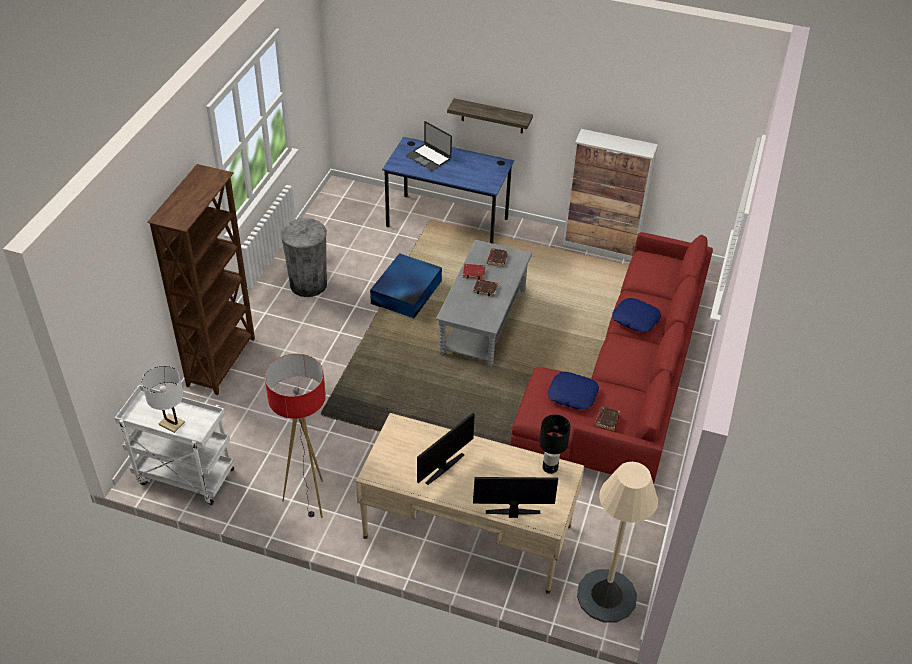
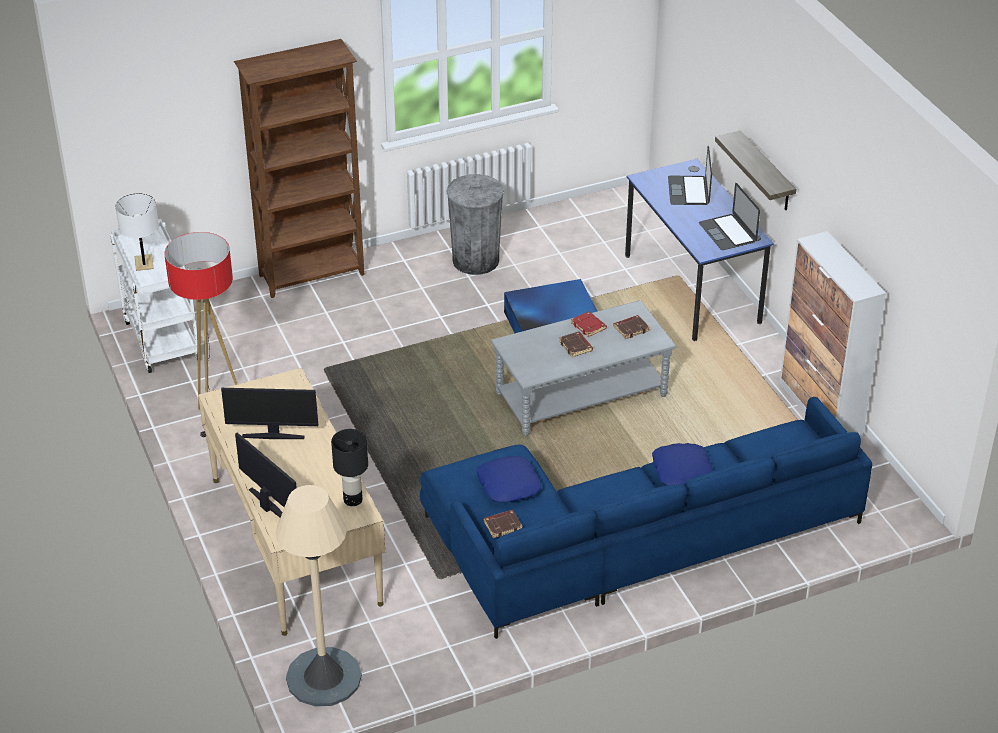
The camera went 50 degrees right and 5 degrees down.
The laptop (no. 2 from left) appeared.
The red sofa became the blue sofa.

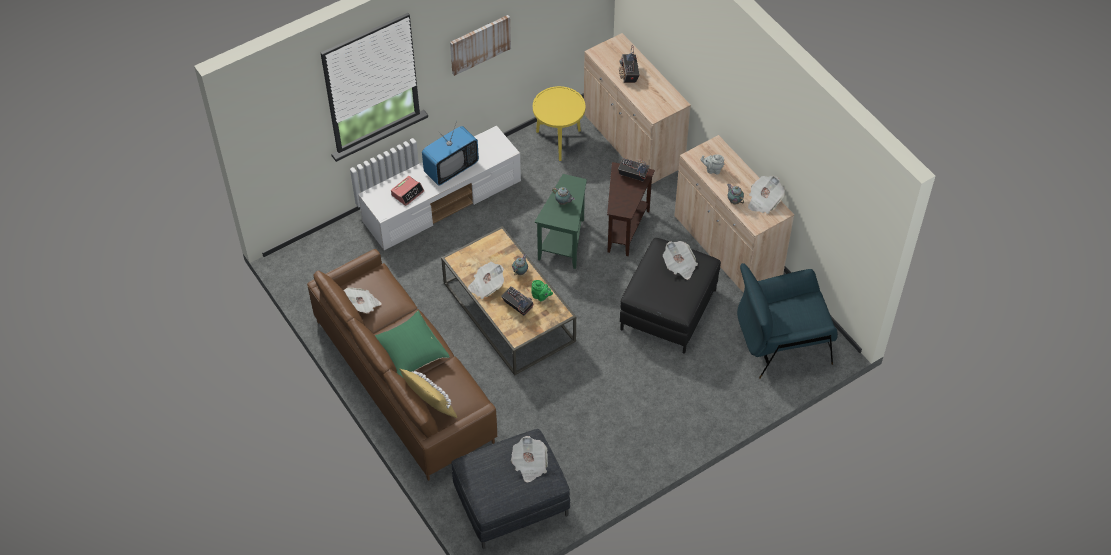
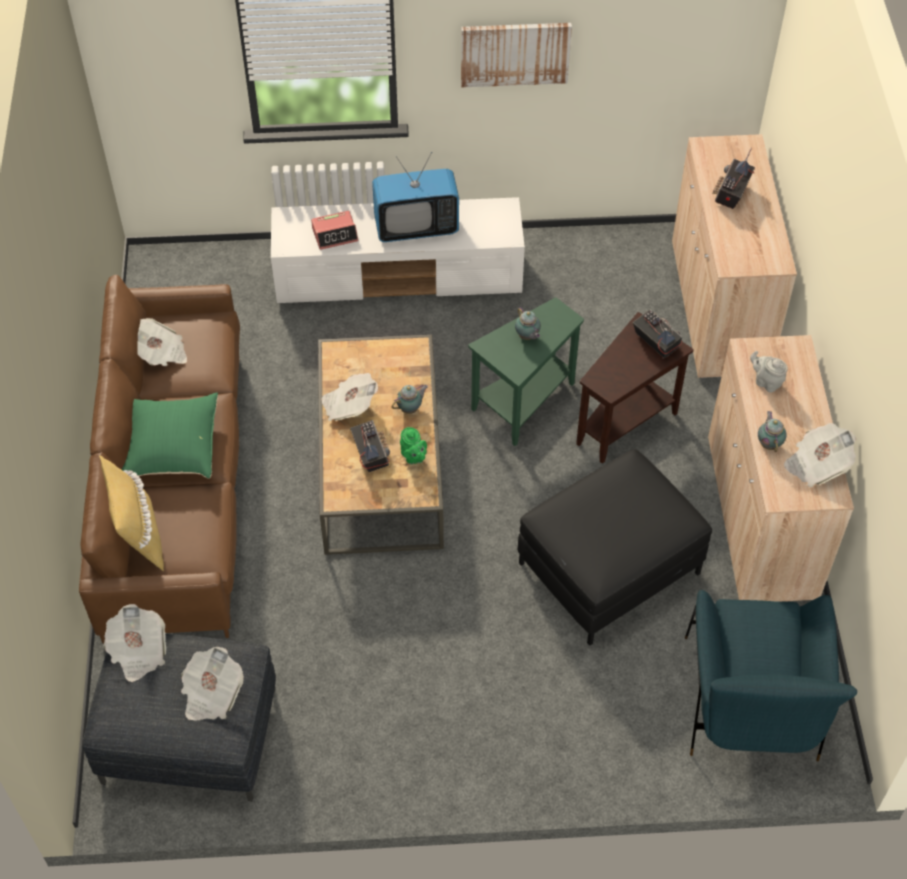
The camera went 30 degrees right and 0 degrees up.
The yellow side table disappeared.
The newspaper (no. 4 from left in the first image) moved.
The blue armchair turned 105 degrees counterclockwise.

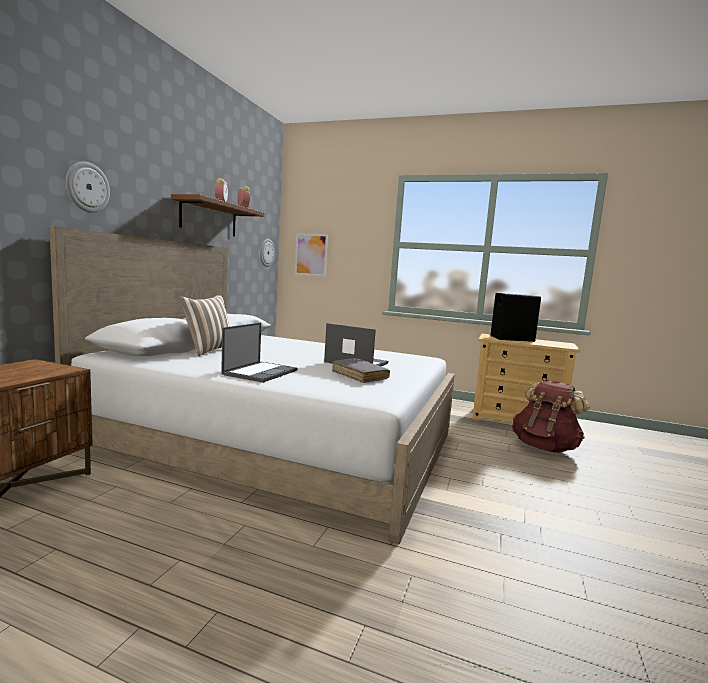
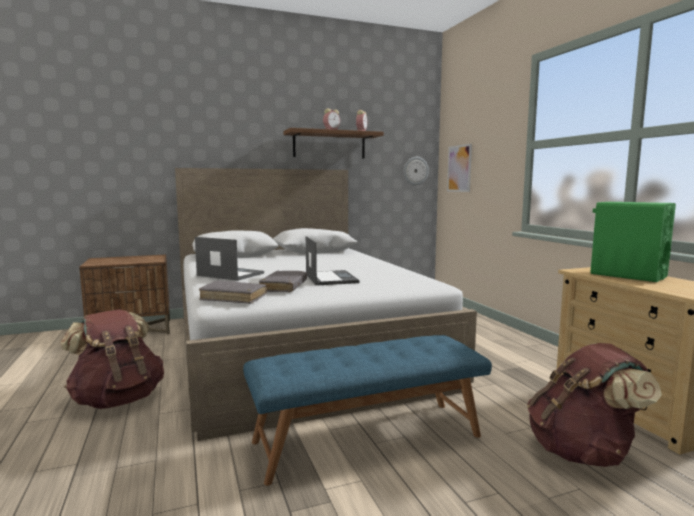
The camera went 50 degrees right and 0 degrees up.
The wall clock (no. 1 from left) disappeared.
The pillow disappeared.
The brown backpack (no. 1 from left) appeared.
The grey book (no. 1 from left) appeared.
The blue bench appeared.
The black speaker became the green speaker.
The laptop (no. 1 from left) turned 135 degrees counterclockwise.

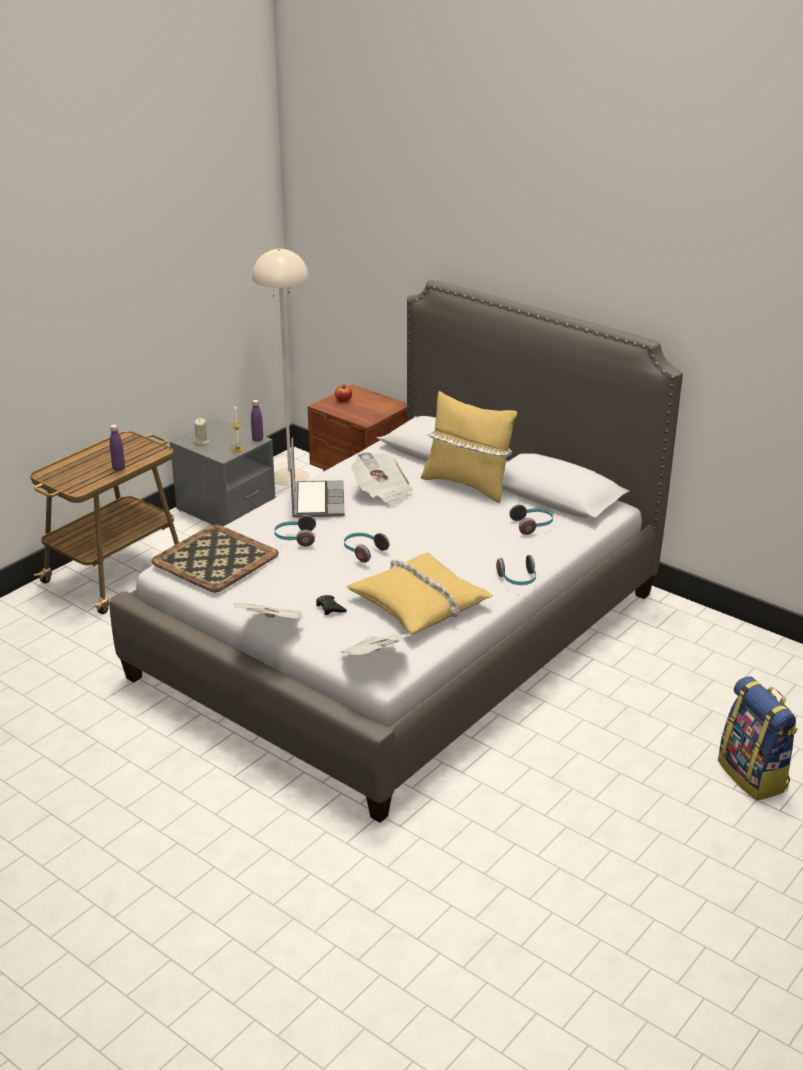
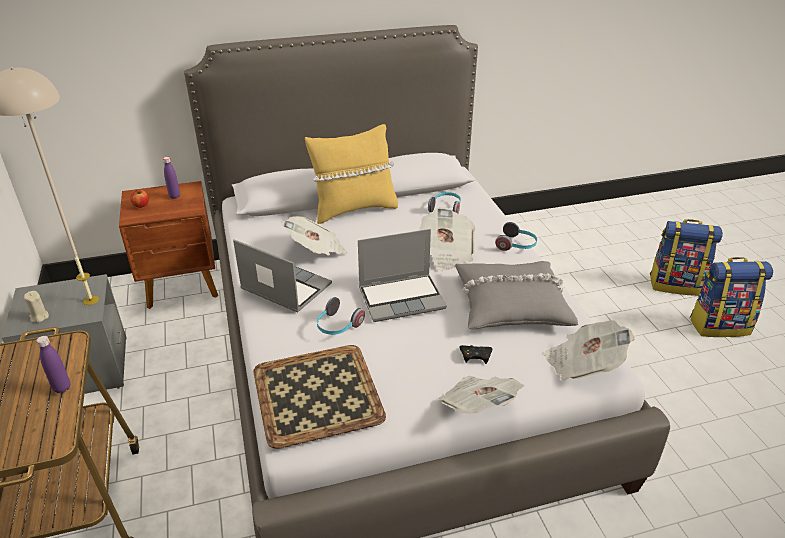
The camera went 55 degrees left and 5 degrees up.
The newspaper (no. 2 from left) appeared.
The backpack (no. 2 from left) appeared.
The purple bottle (no. 2 from left) moved.
The headphones (no. 2 from left) was replaced by the laptop (no. 2 from left).
The yellow pillow (no. 1 from left) became the grey pillow.

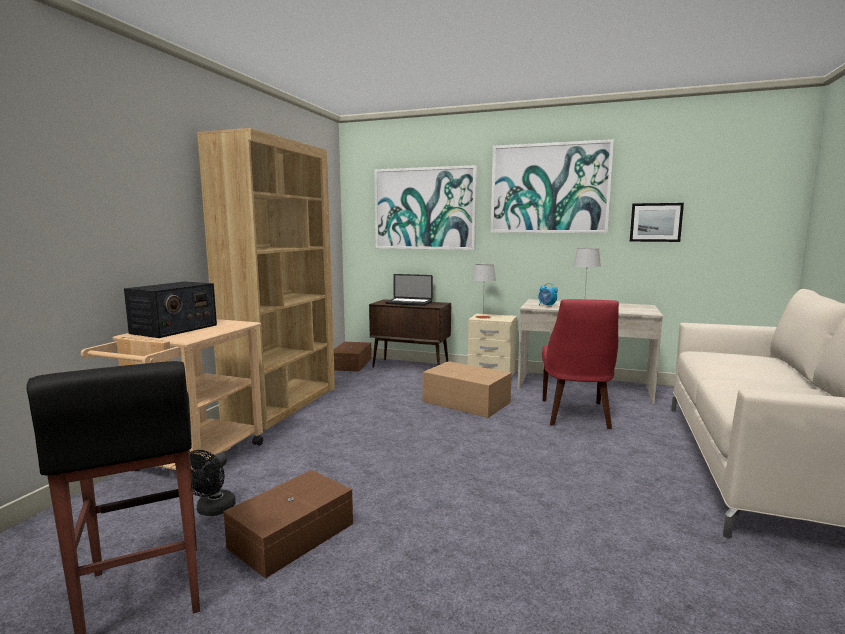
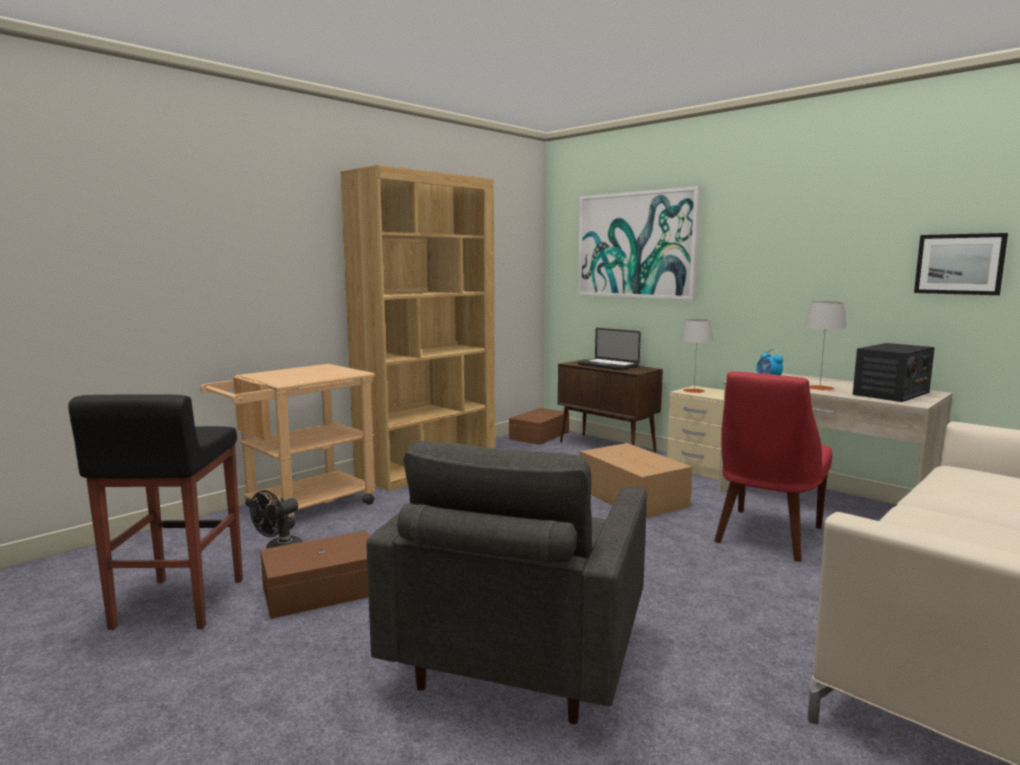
The camera went 25 degrees right and 0 degrees up.
The picture (no. 2 from left) disappeared.
The grey armchair appeared.
The radio moved.

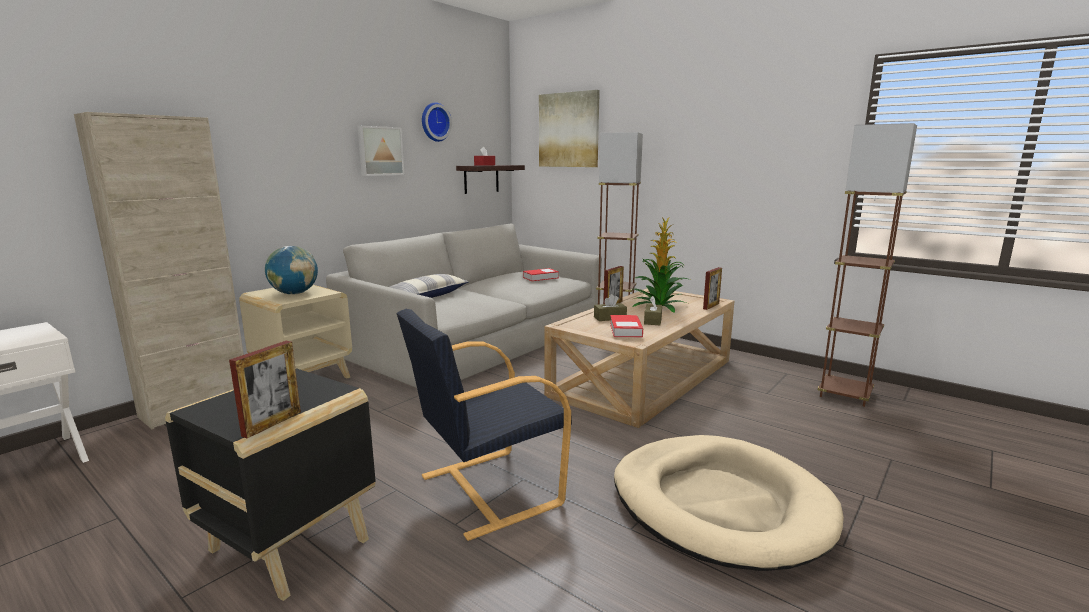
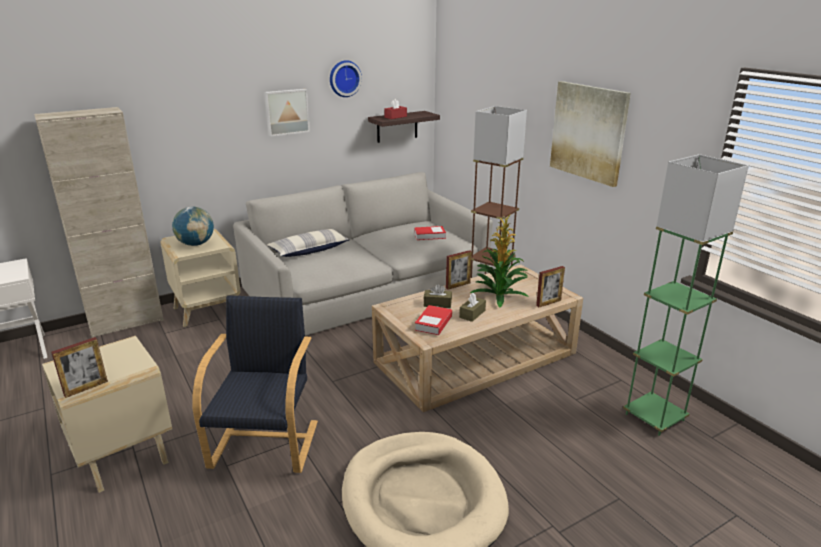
The camera went 20 degrees right and 10 degrees up.
The picture (no. 2 from left) moved.
The black side table became the beige side table (no. 1 from left).
The brown floor lamp (no. 2 from left) became the green floor lamp.
The black armchair turned 105 degrees clockwise.

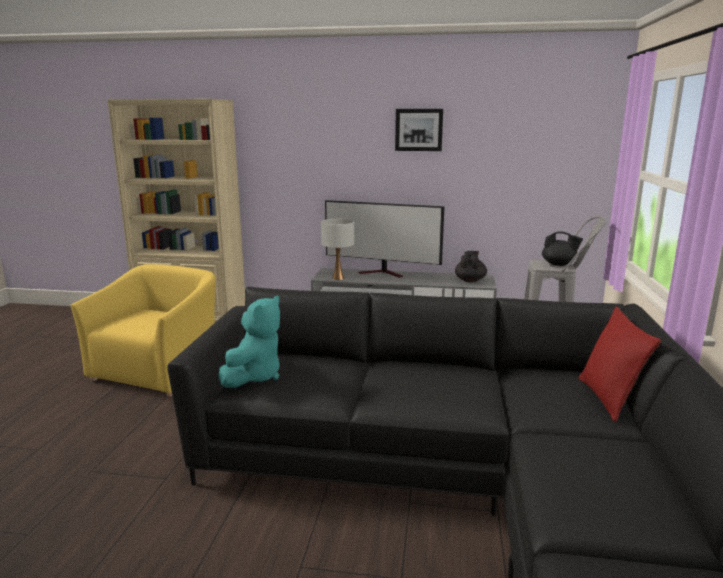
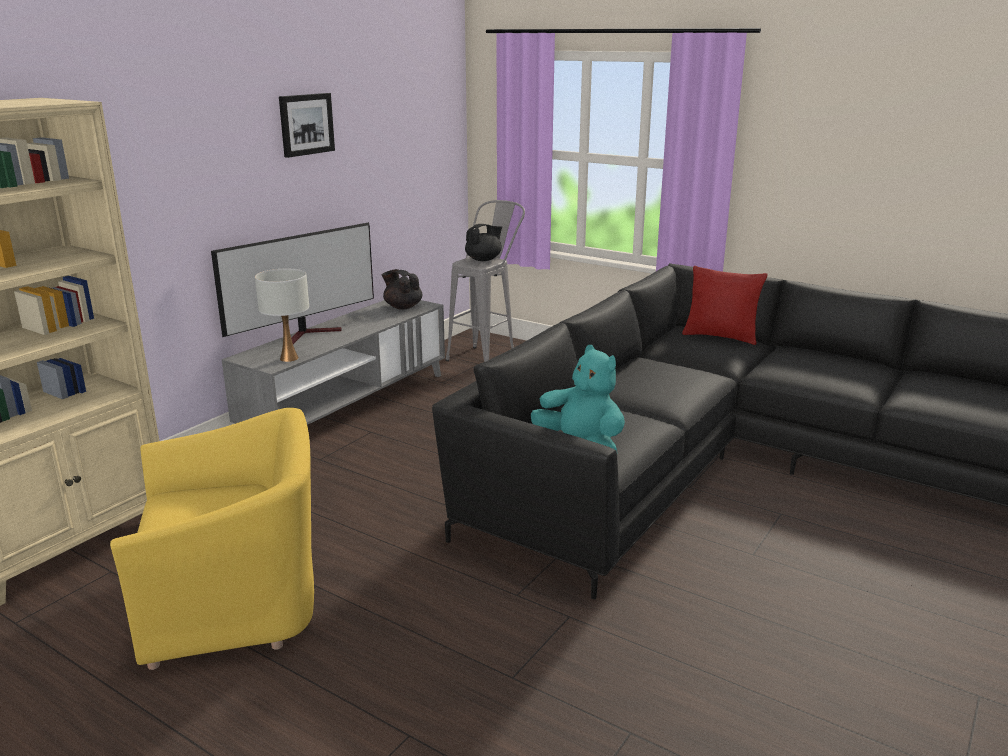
The camera went 65 degrees left and 5 degrees up.
The yellow armchair turned 120 degrees clockwise.

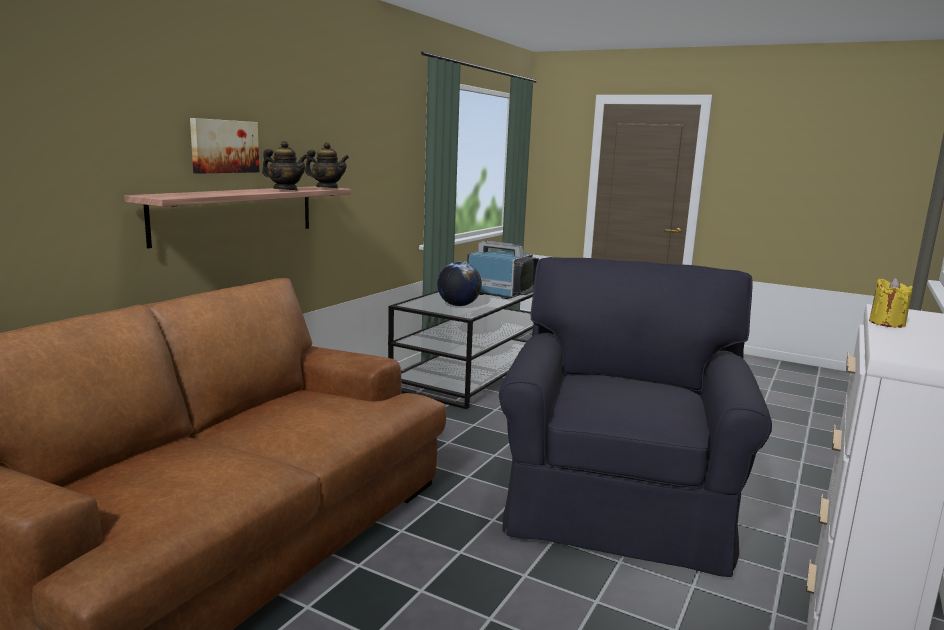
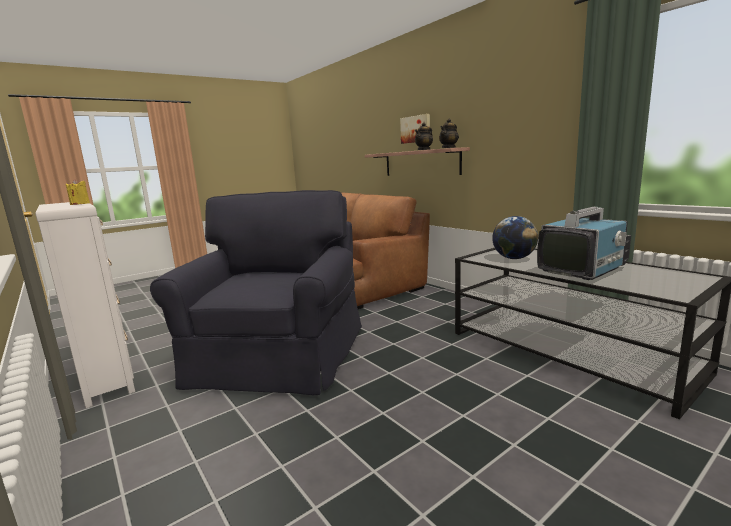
The camera went 115 degrees right and 0 degrees up.
The black armchair turned 120 degrees counterclockwise.

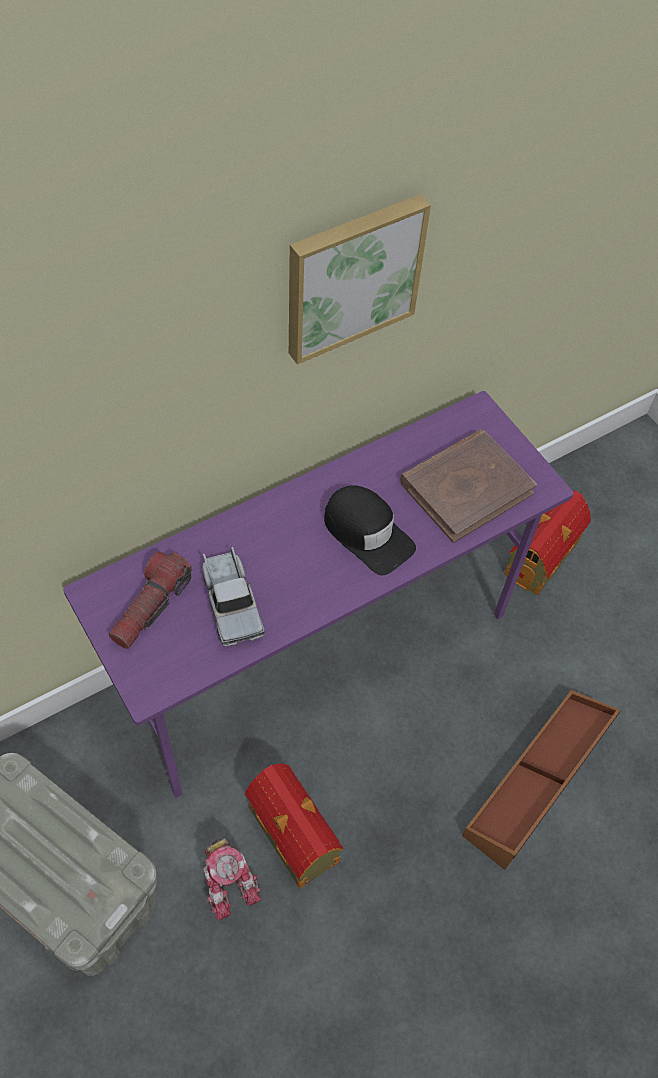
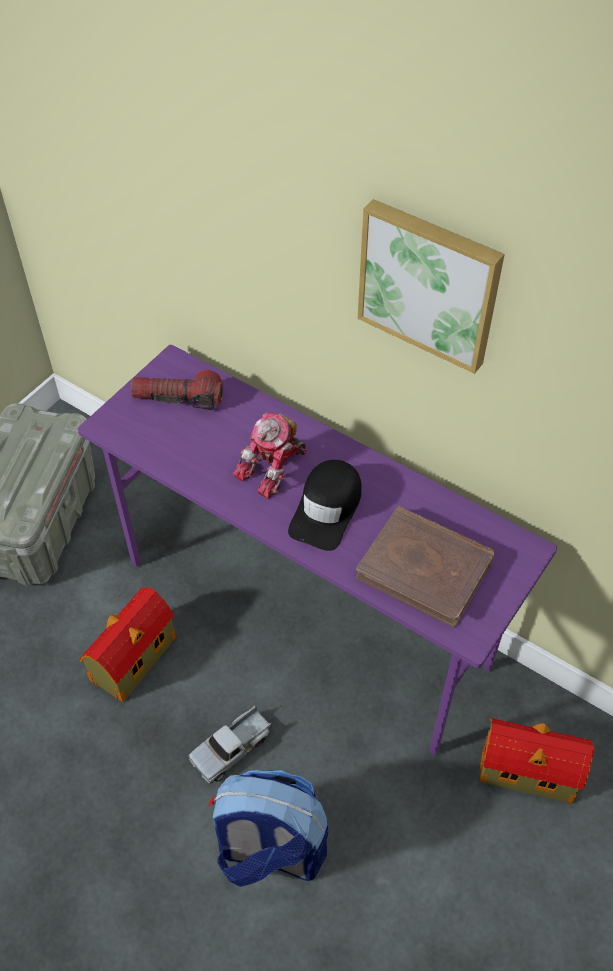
The camera went 70 degrees right and 5 degrees down.
The toy truck moved.
The toy robot moved.
The brown storage box was replaced by the backpack.

